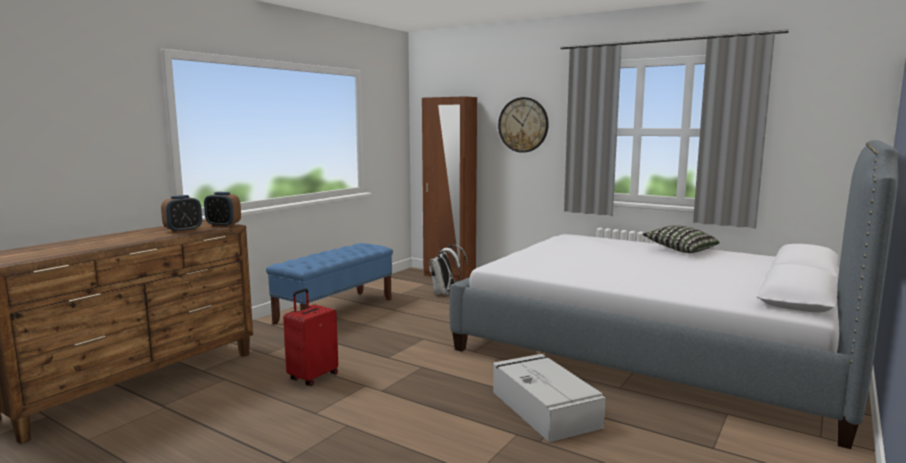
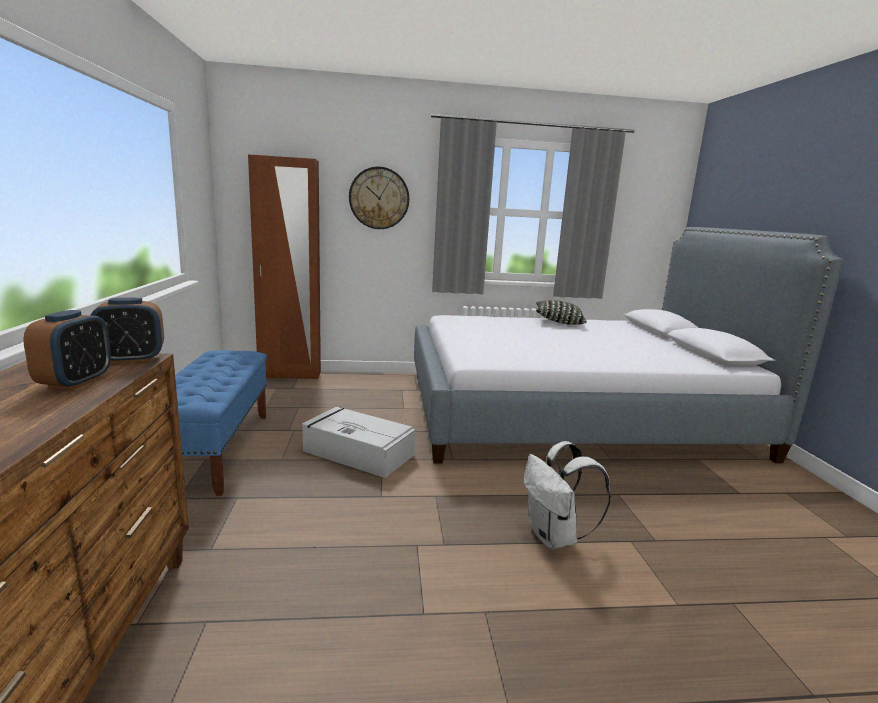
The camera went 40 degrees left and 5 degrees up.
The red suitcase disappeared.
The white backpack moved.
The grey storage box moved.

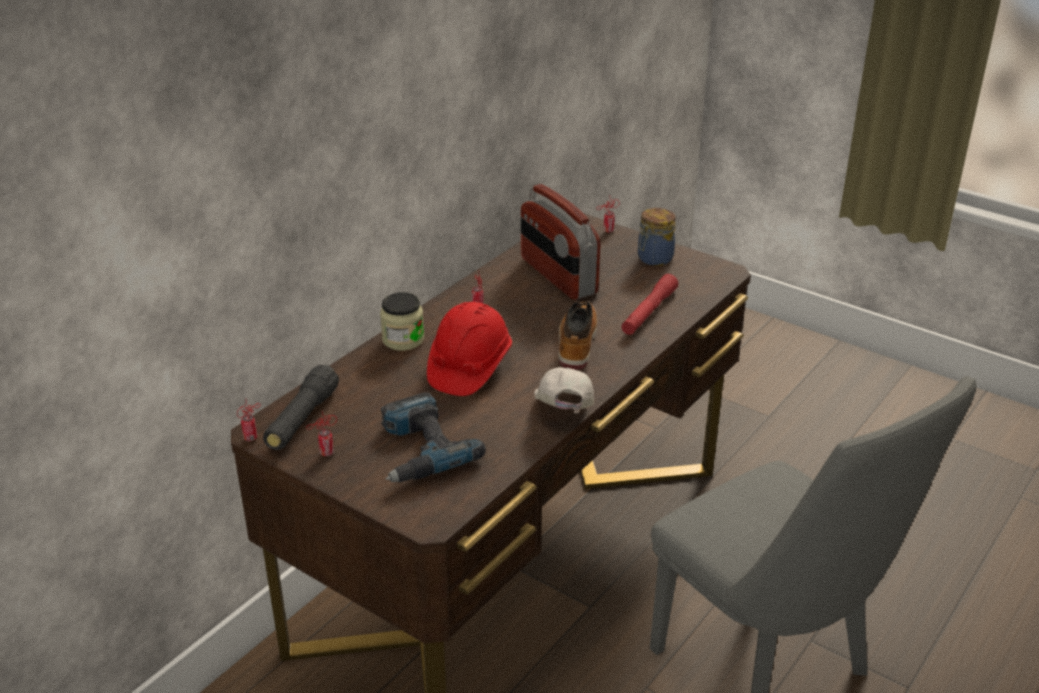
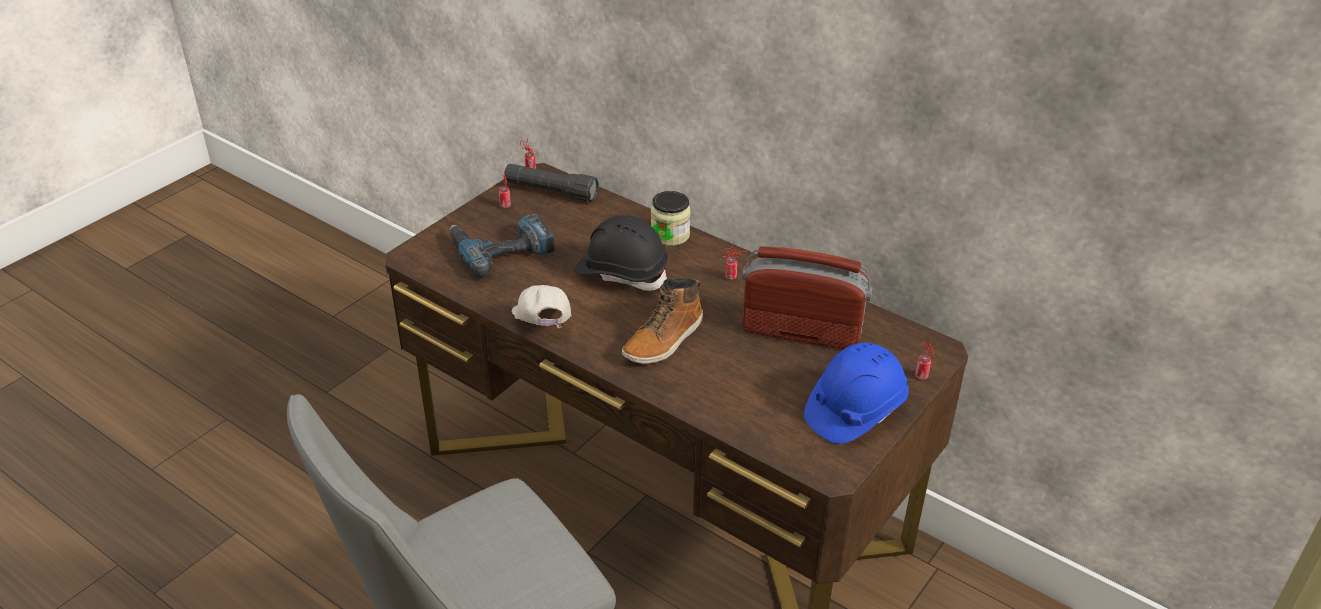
The camera went 90 degrees right and 5 degrees up.
The red flashlight disappeared.
The jar (no. 2 from left) was replaced by the blue hard hat.
The red hard hat became the black hard hat.
The radio turned 45 degrees clockwise.
The white cap turned 105 degrees counterclockwise.
The boot turned 120 degrees clockwise.

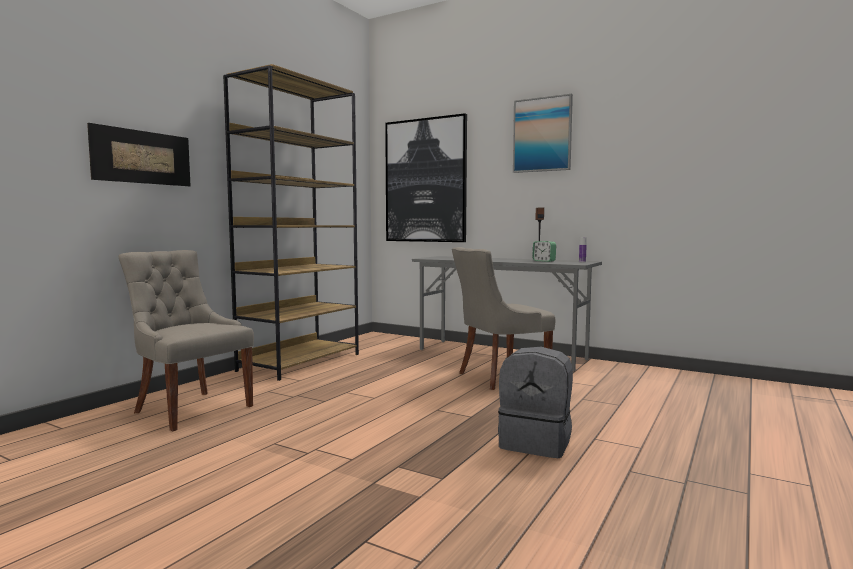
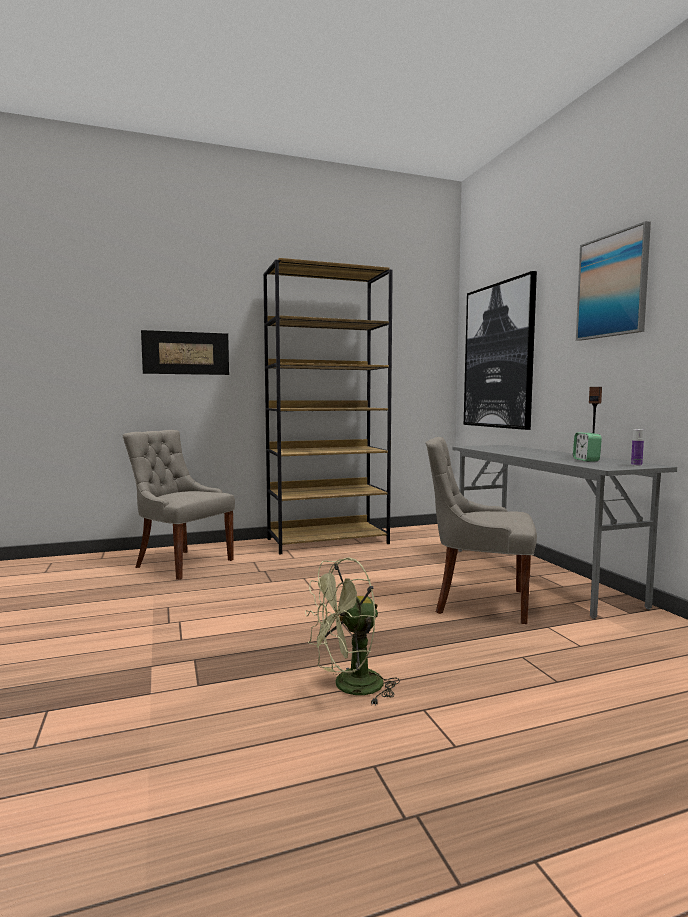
The camera went 40 degrees right and 0 degrees up.
The grey backpack was replaced by the green fan.
The grey chair (no. 1 from left) turned 45 degrees counterclockwise.

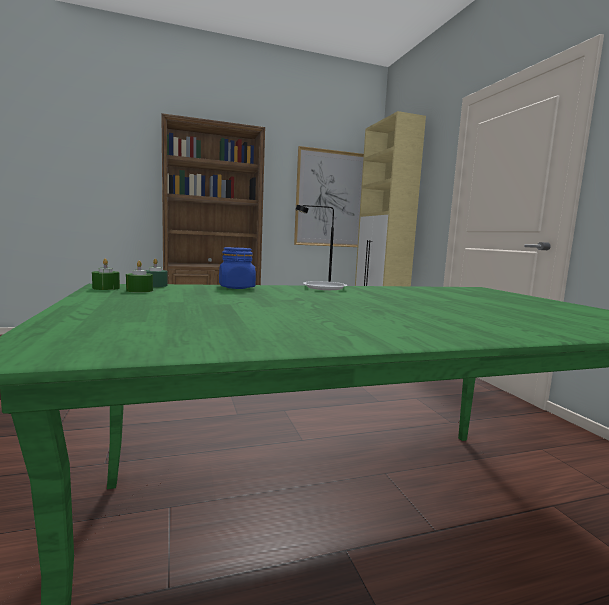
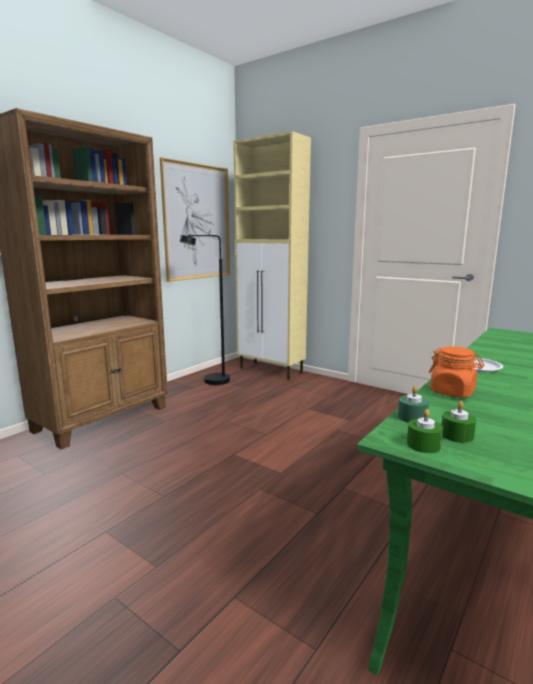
The camera went 35 degrees left and 5 degrees up.
The blue jar became the orange jar.

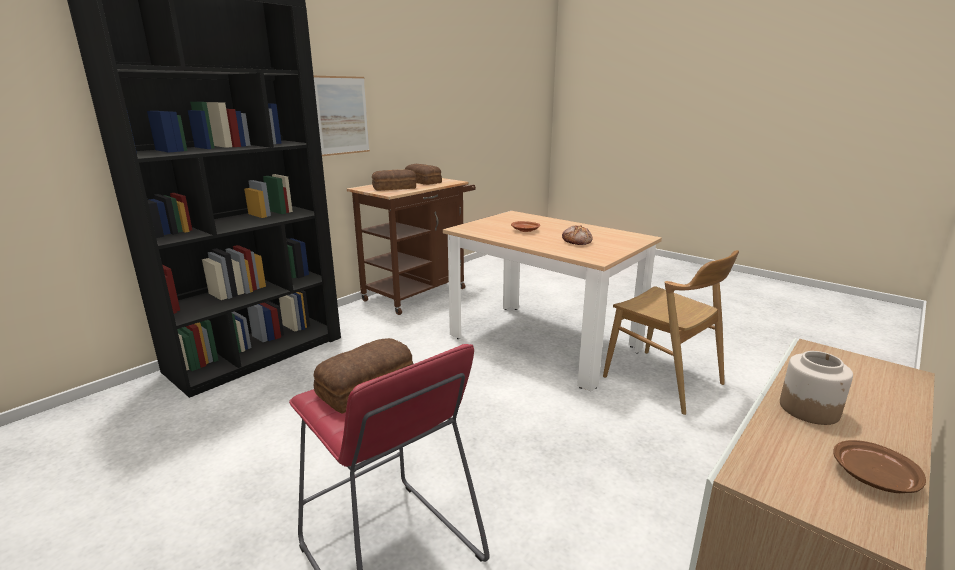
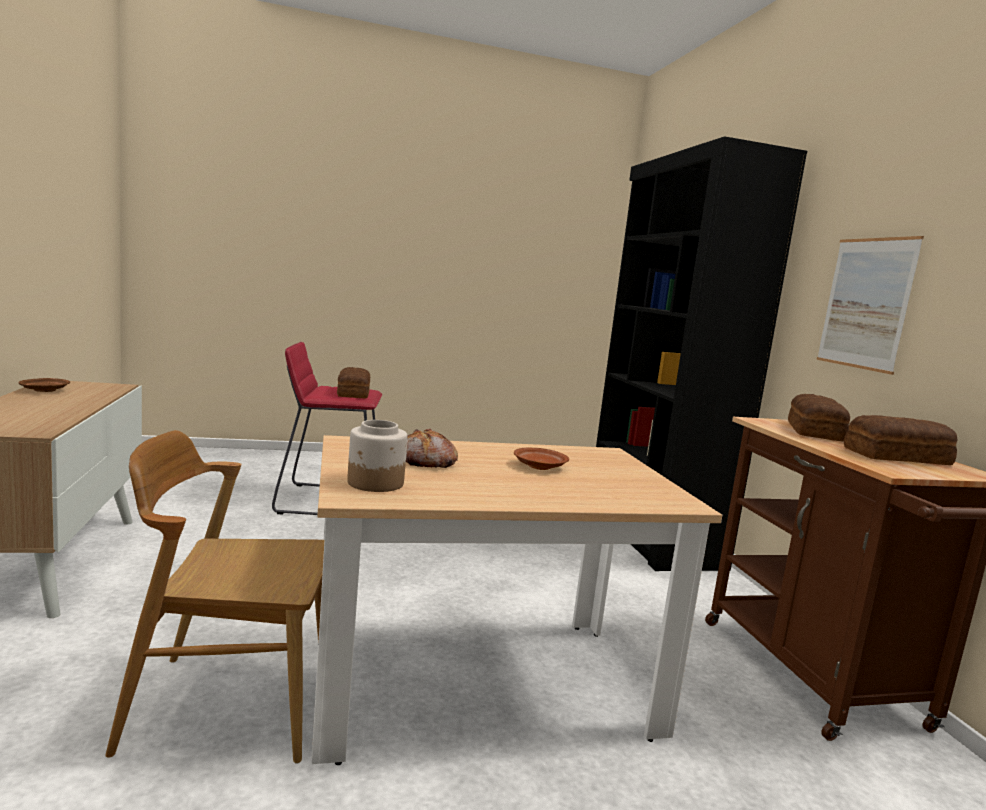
The camera went 125 degrees right and 10 degrees down.
The jar moved.

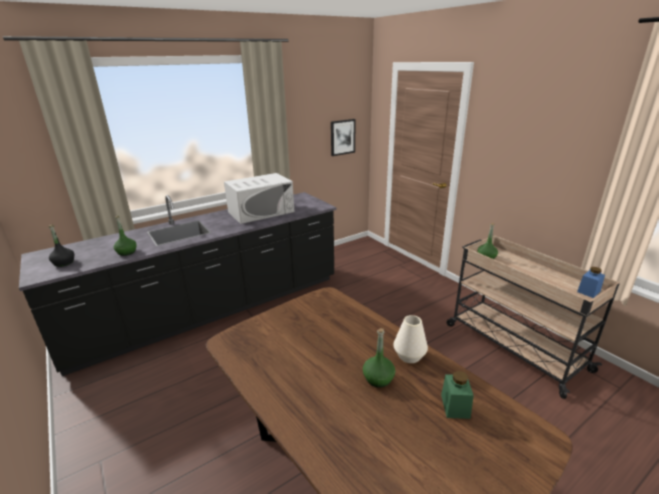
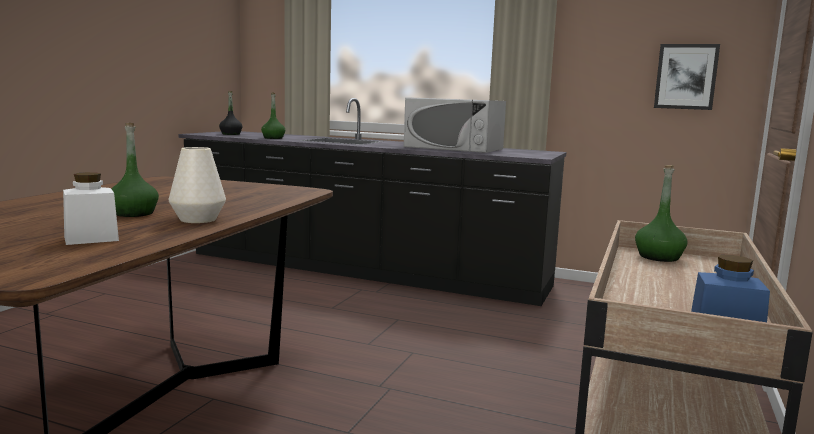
The camera went 55 degrees right and 15 degrees down.
The green jar became the white jar.

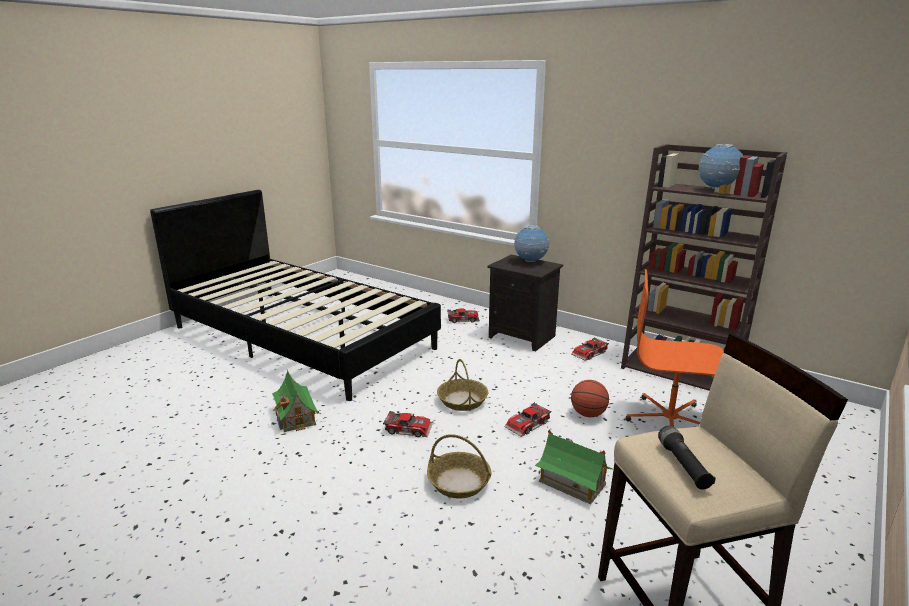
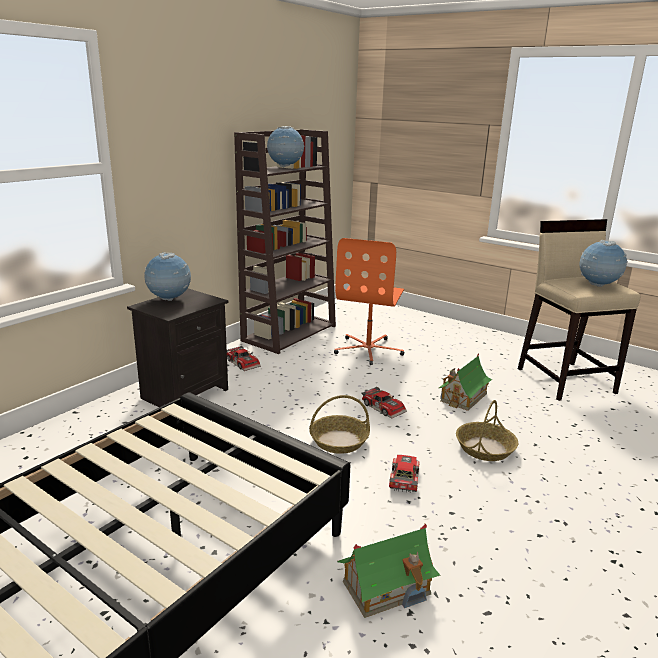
The camera went 90 degrees left and 0 degrees up.
The toy car (no. 2 from left) disappeared.
The basketball disappeared.
The black flashlight was replaced by the globe (no. 3 from left).

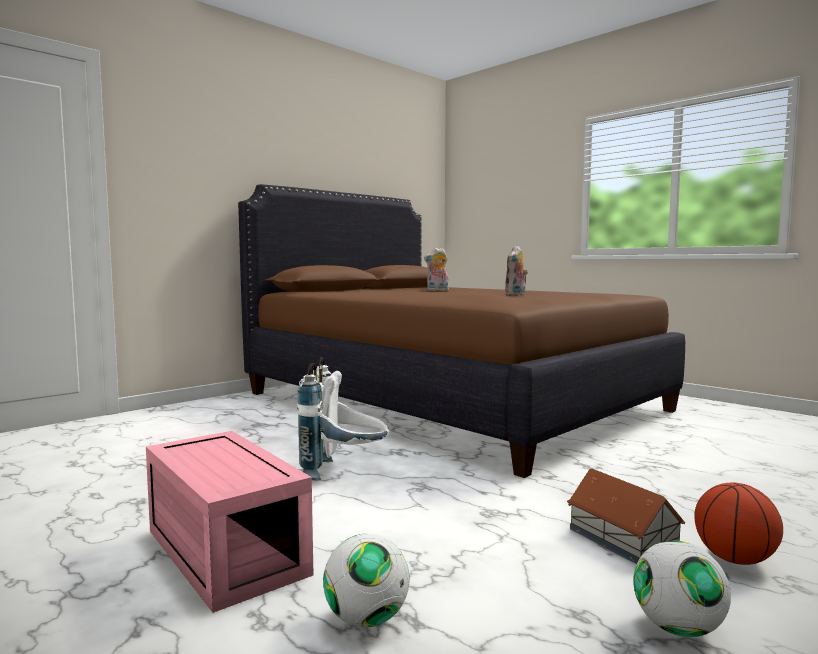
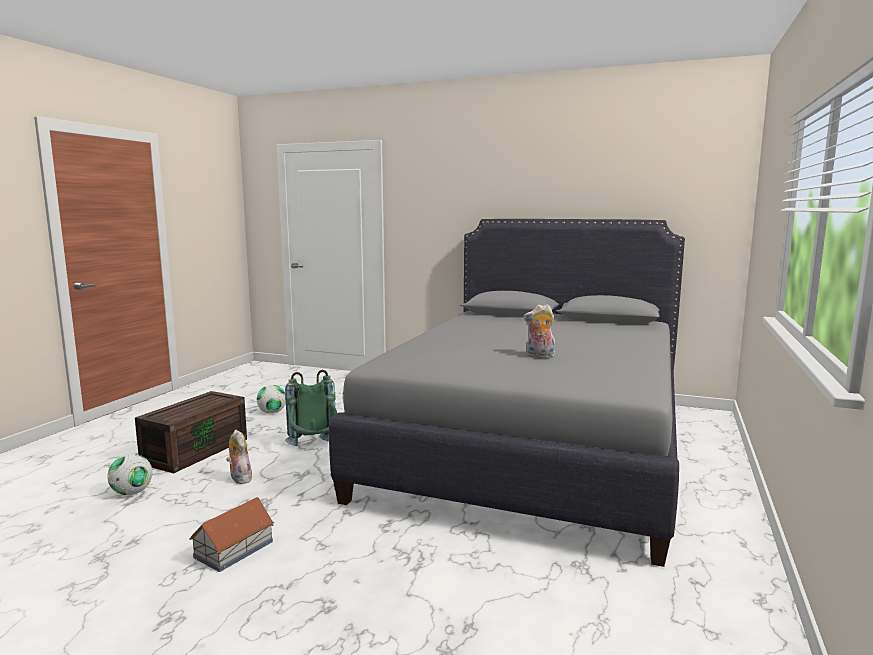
The camera went 65 degrees right and 5 degrees up.
The basketball disappeared.
The plush toy (no. 1 from left) moved.
The football (no. 2 from left) moved.
The pink storage box became the brown storage box.
The brown bed became the grey bed.
The white backpack became the green backpack.

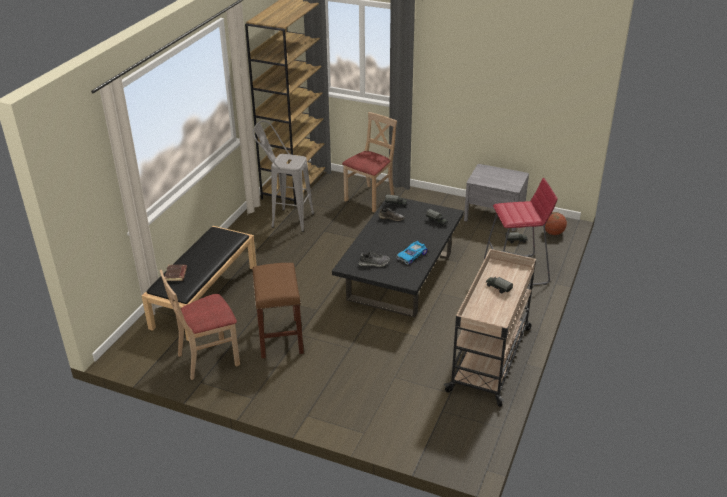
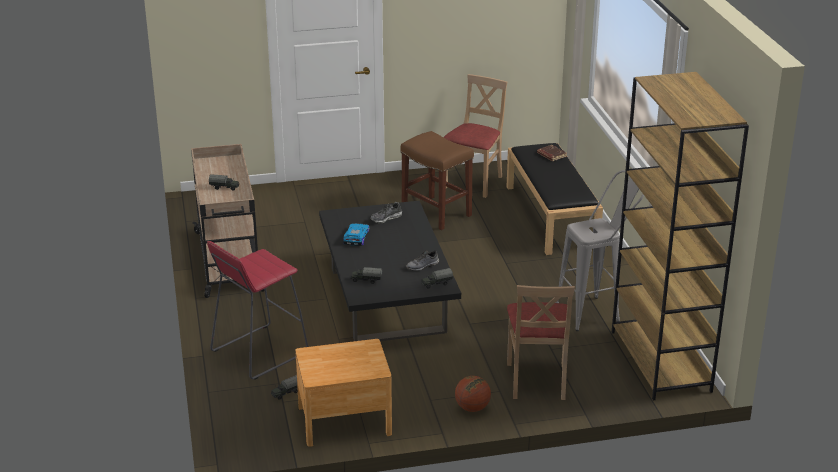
The camera went 145 degrees right and 5 degrees down.
The basketball moved.
The grey nightstand became the brown nightstand.

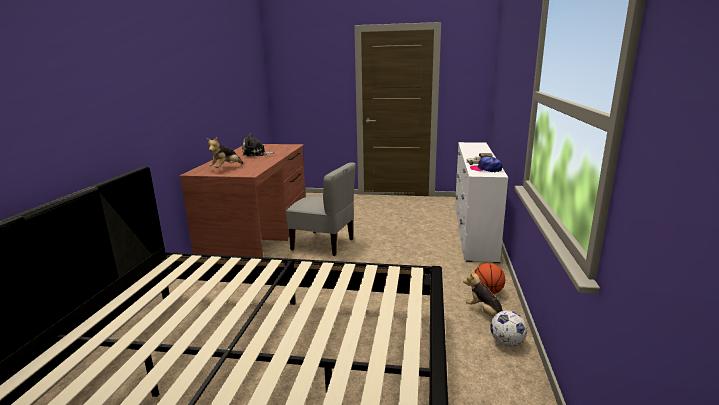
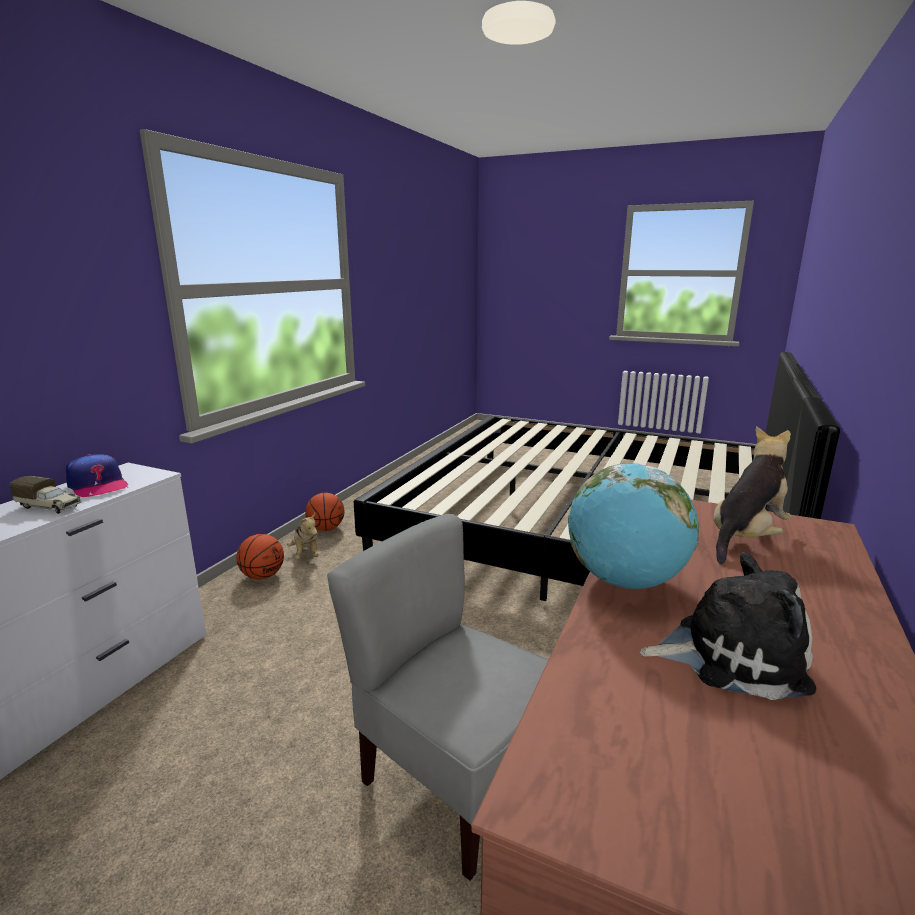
The camera went 165 degrees left and 0 degrees up.
The globe appeared.
The football was replaced by the basketball (no. 2 from left).

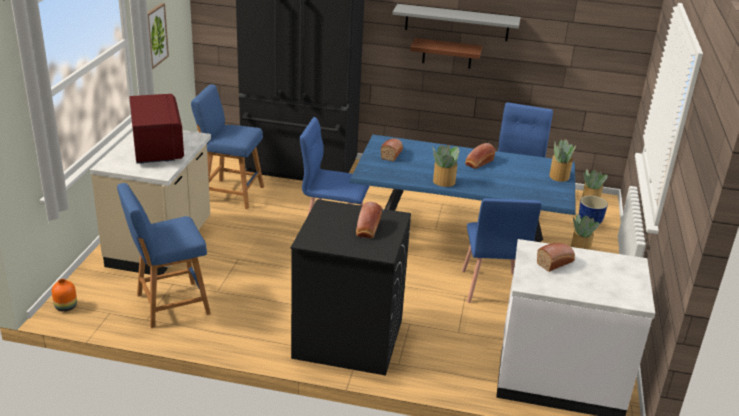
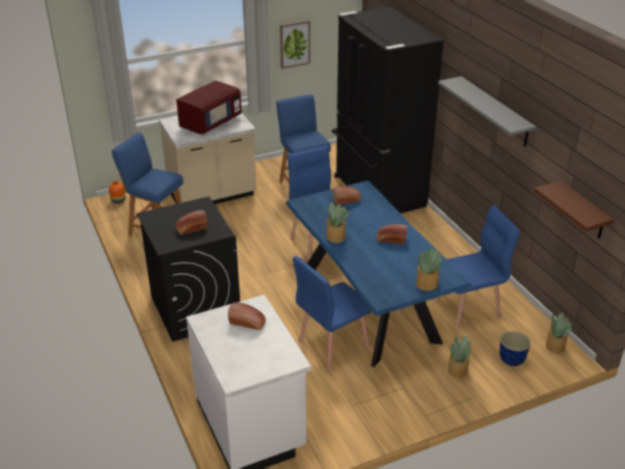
The camera went 55 degrees right and 5 degrees up.
The brown shelf moved.

